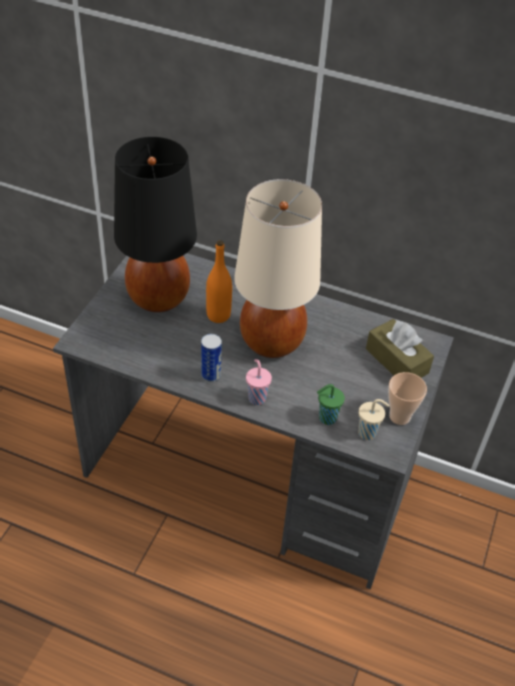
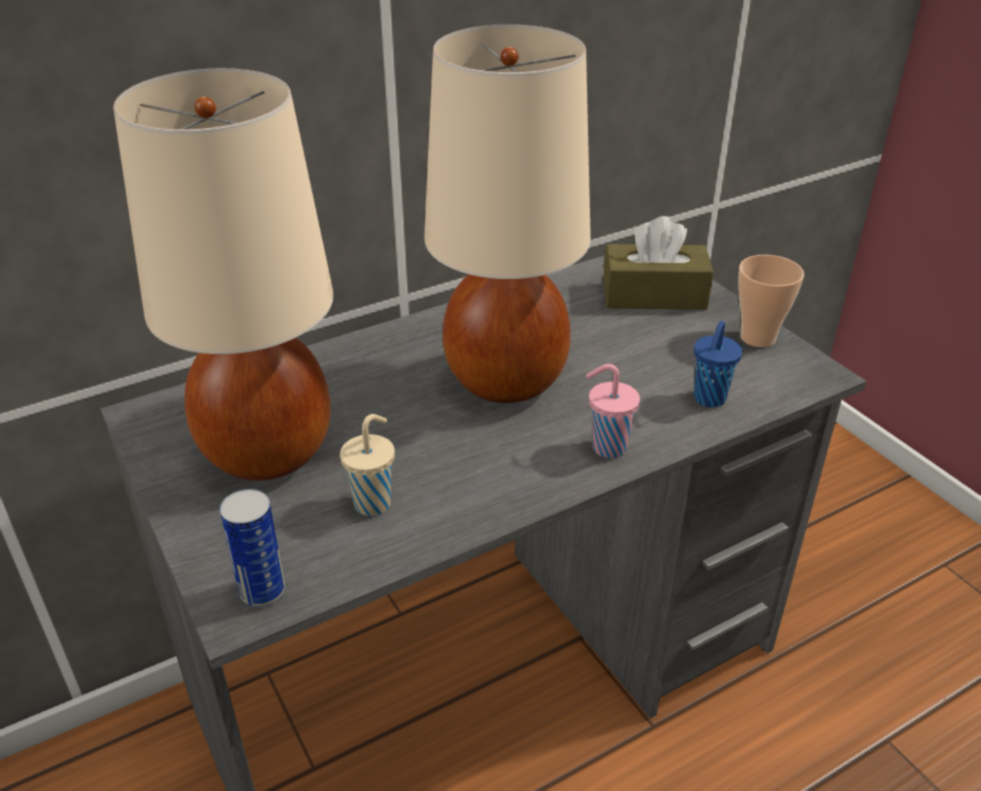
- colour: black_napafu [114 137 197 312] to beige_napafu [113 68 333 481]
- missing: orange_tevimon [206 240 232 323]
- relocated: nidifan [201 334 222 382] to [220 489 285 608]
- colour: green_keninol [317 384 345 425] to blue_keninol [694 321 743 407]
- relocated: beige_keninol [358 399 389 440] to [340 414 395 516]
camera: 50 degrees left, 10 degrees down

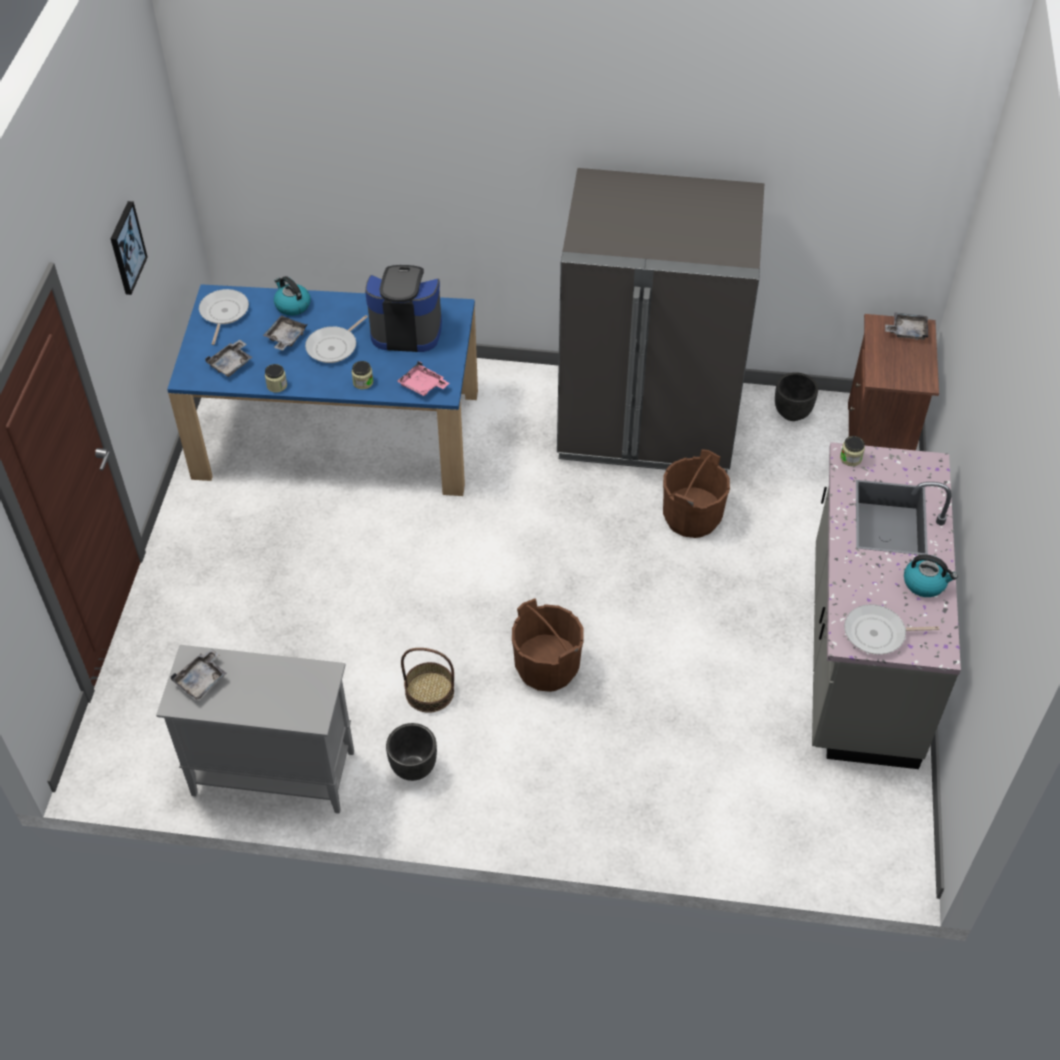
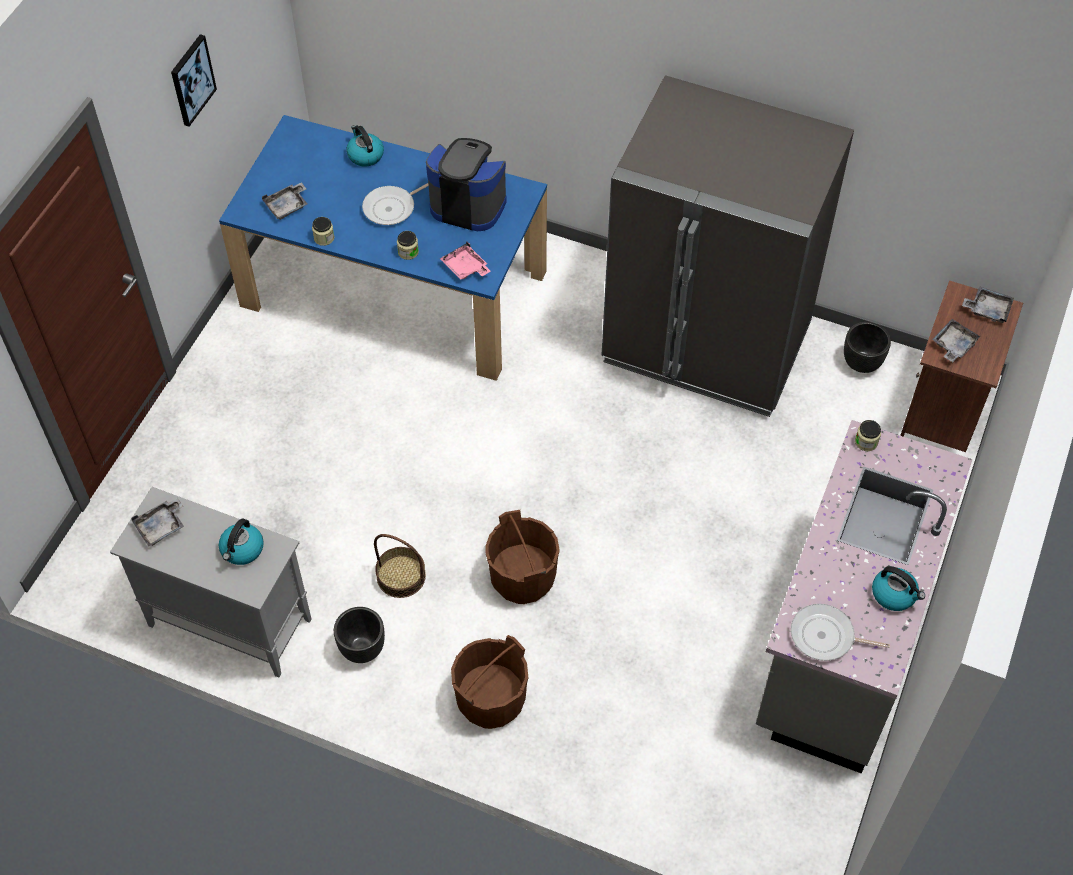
- missing: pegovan [199 289 249 345]
- relocated: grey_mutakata [263 316 307 351] to [932 319 980 362]
- relocated: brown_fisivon [663 449 730 538] to [451 635 528 729]
- appeared: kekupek [219 518 264 565]
camera: 15 degrees right, 5 degrees up

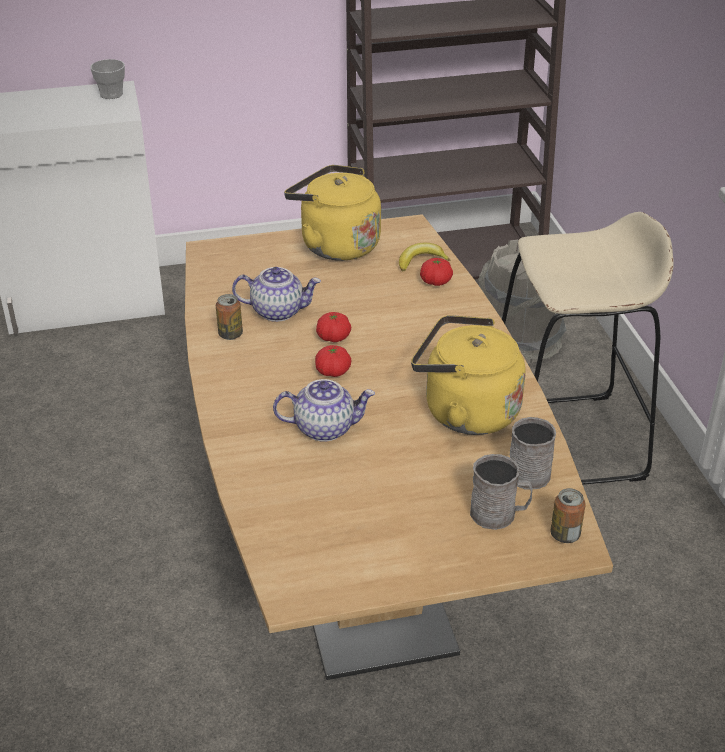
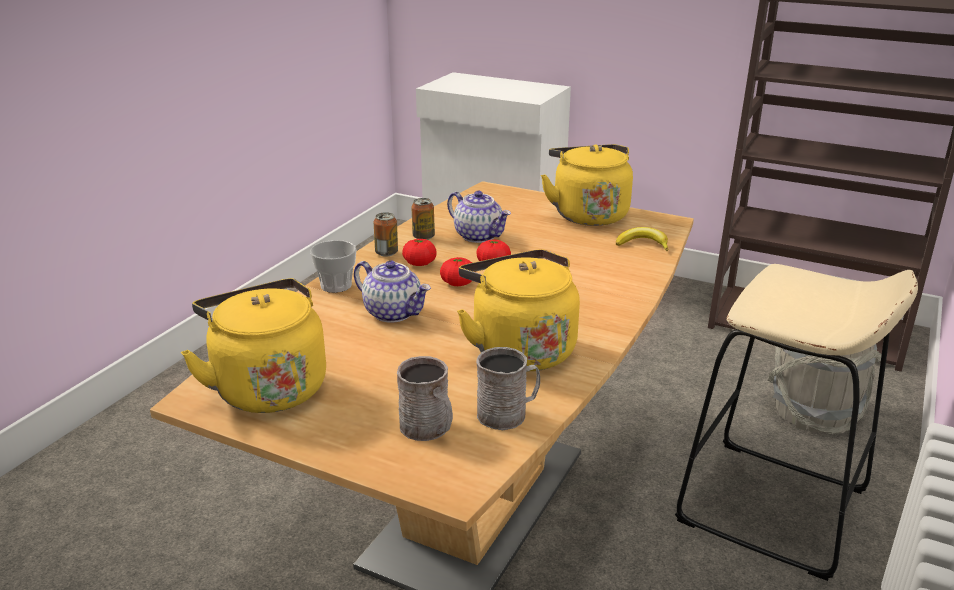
- relocated: keninol [90 59 125 99] to [310 240 356 293]
- relocated: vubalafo [420 258 453 286] to [402 239 437 266]
- relocated: nidifan [550 488 586 543] to [374 212 398 257]
- appeared: yellow_kekupek [181 278 326 413]
camera: 40 degrees right, 10 degrees down

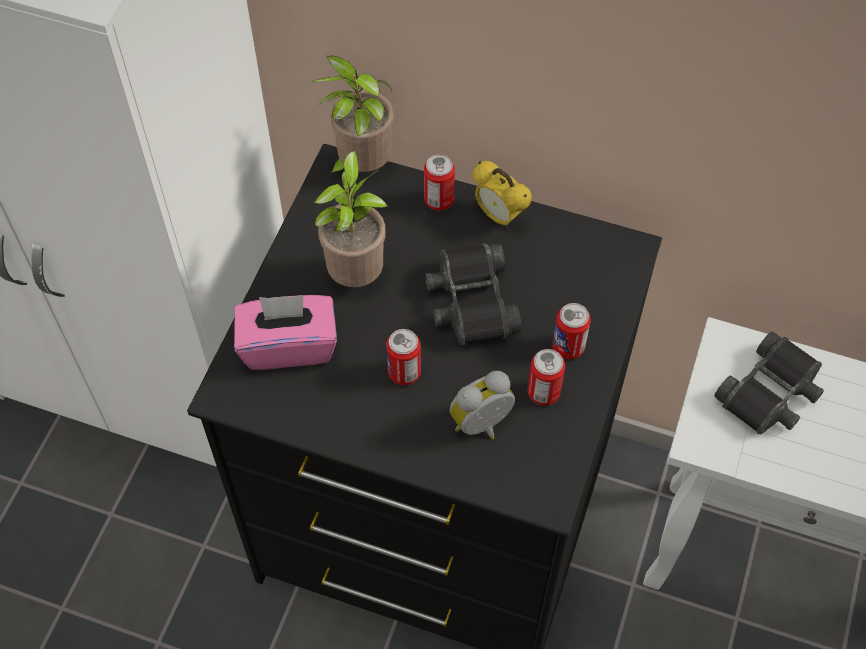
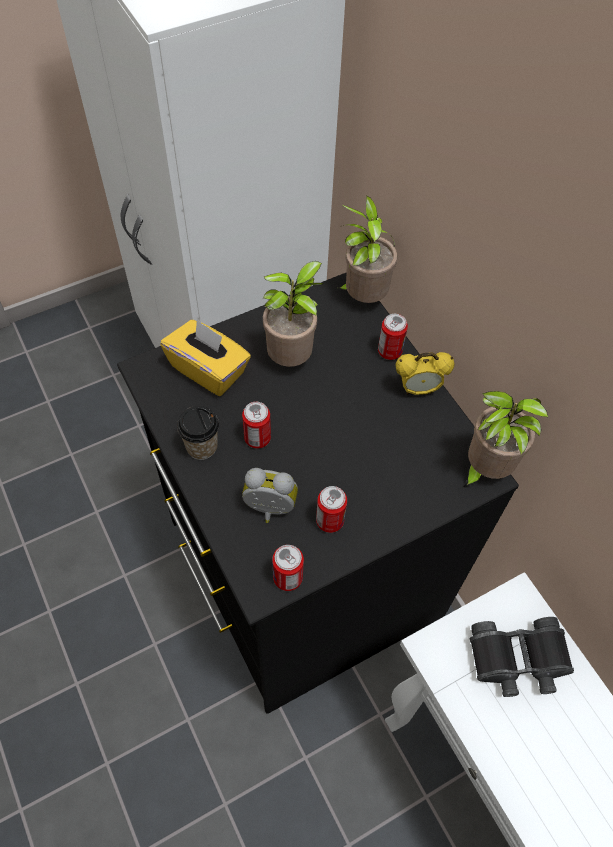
- spun: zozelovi [472 161 532 228] = [395 352 455 395] 90 degrees counterclockwise
- missing: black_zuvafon [425 243 521 345]
- colour: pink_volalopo [234 295 337 370] to yellow_volalopo [160 319 251 396]
- relocated: nidifan [553 303 591 359] to [272 545 304 591]
- appeared: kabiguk [463 391 548 487]
- appeared: keninol [177 406 219 460]
camera: 40 degrees right, 0 degrees up

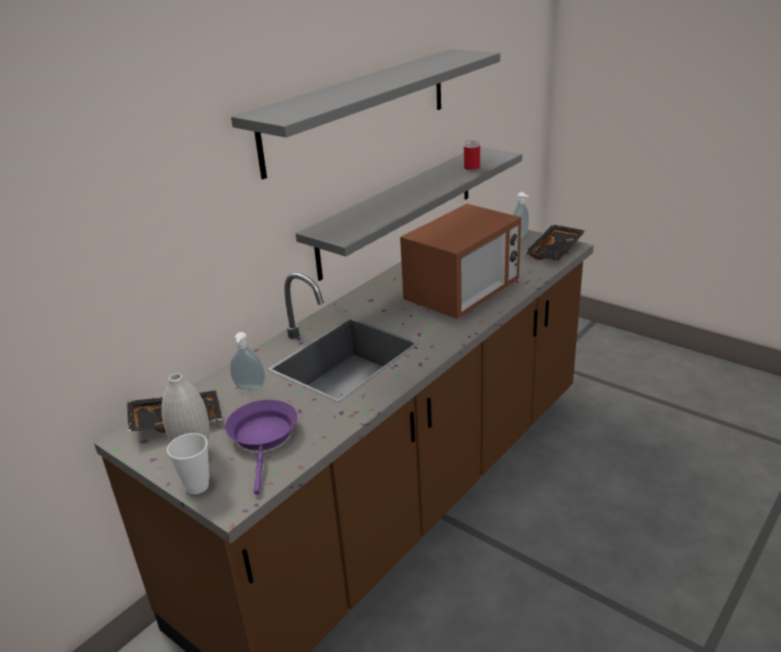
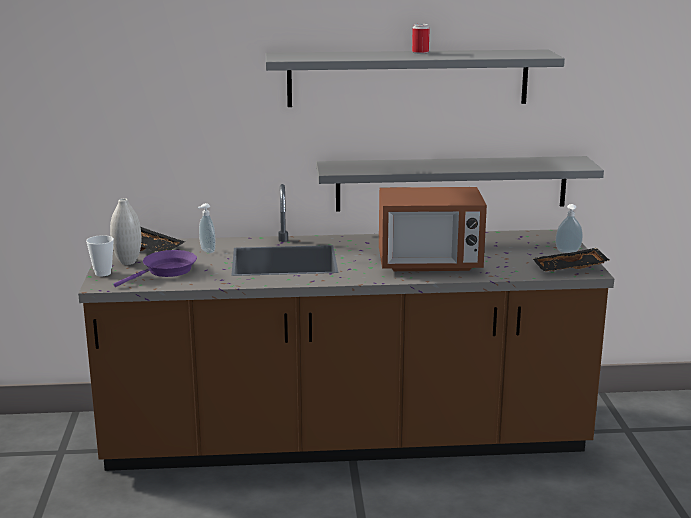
- relocated: nidifan [464 140 480 171] to [412 24 430 54]
camera: 45 degrees right, 10 degrees down

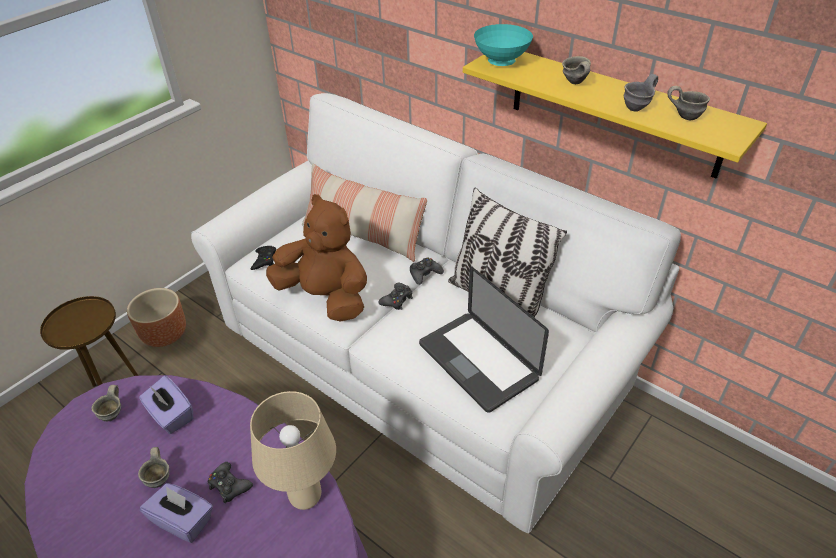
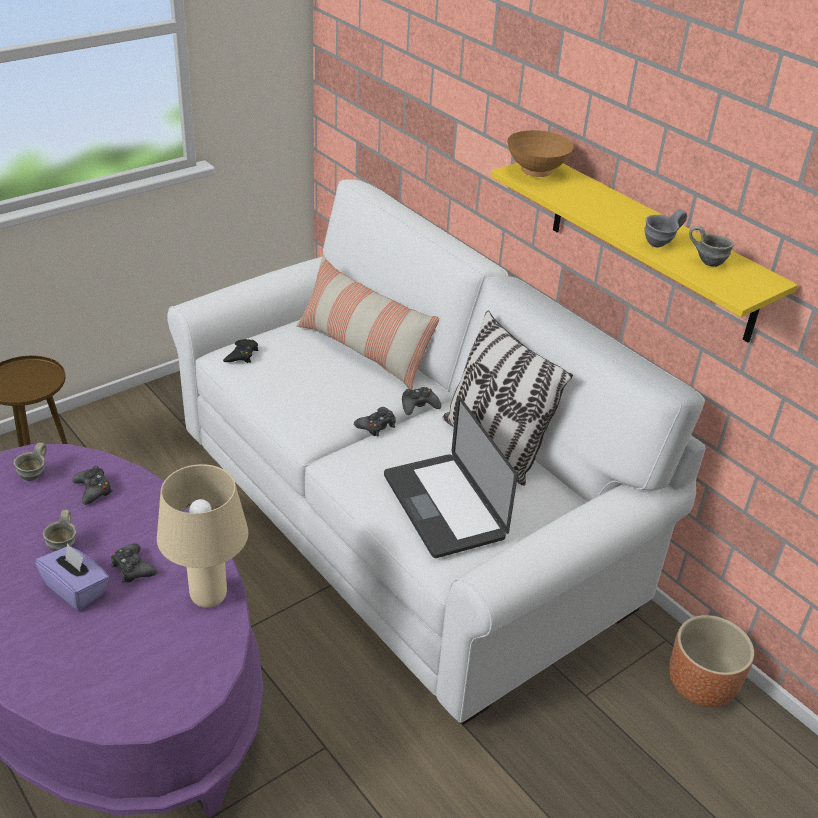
- colour: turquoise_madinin [474 24 533 66] to brown_madinin [507 130 574 177]
- missing: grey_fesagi [562 56 591 84]
- missing: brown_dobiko [266 194 367 322]
- relocated: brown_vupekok [127 288 186 347] to [669 615 754 707]
- exchanged: purple_volalopo [139 376 193 434] to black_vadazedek [72 466 113 505]
camera: 10 degrees right, 5 degrees down

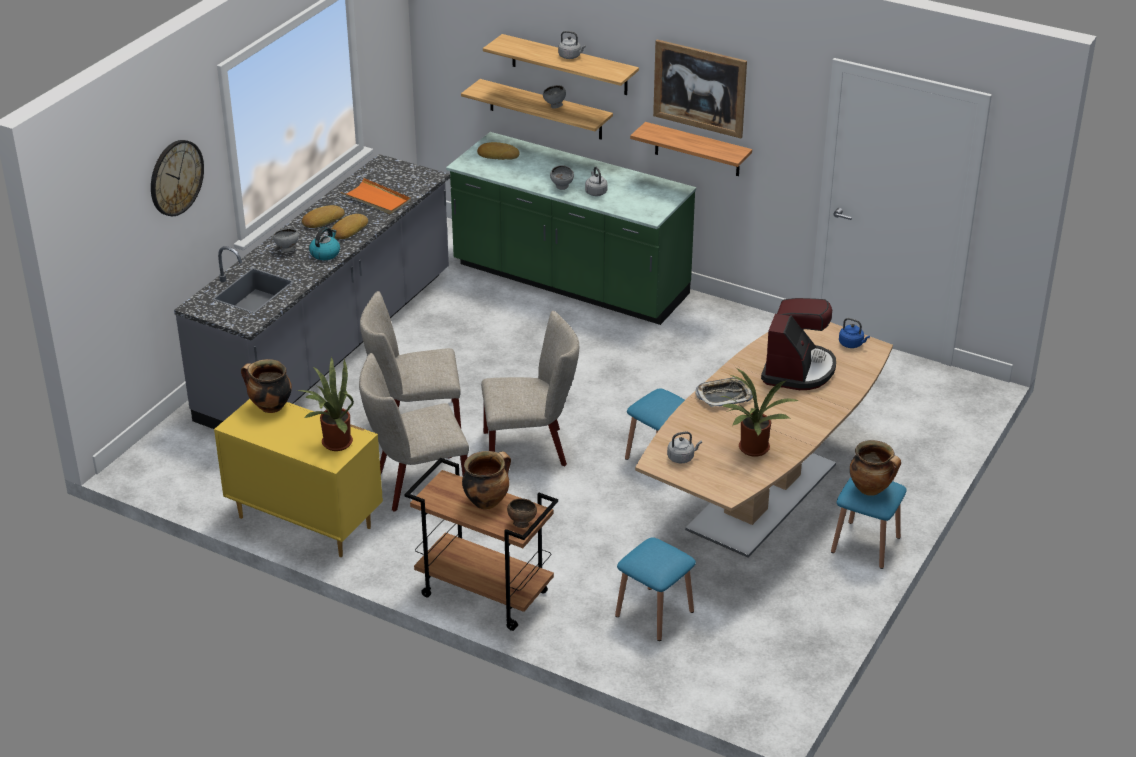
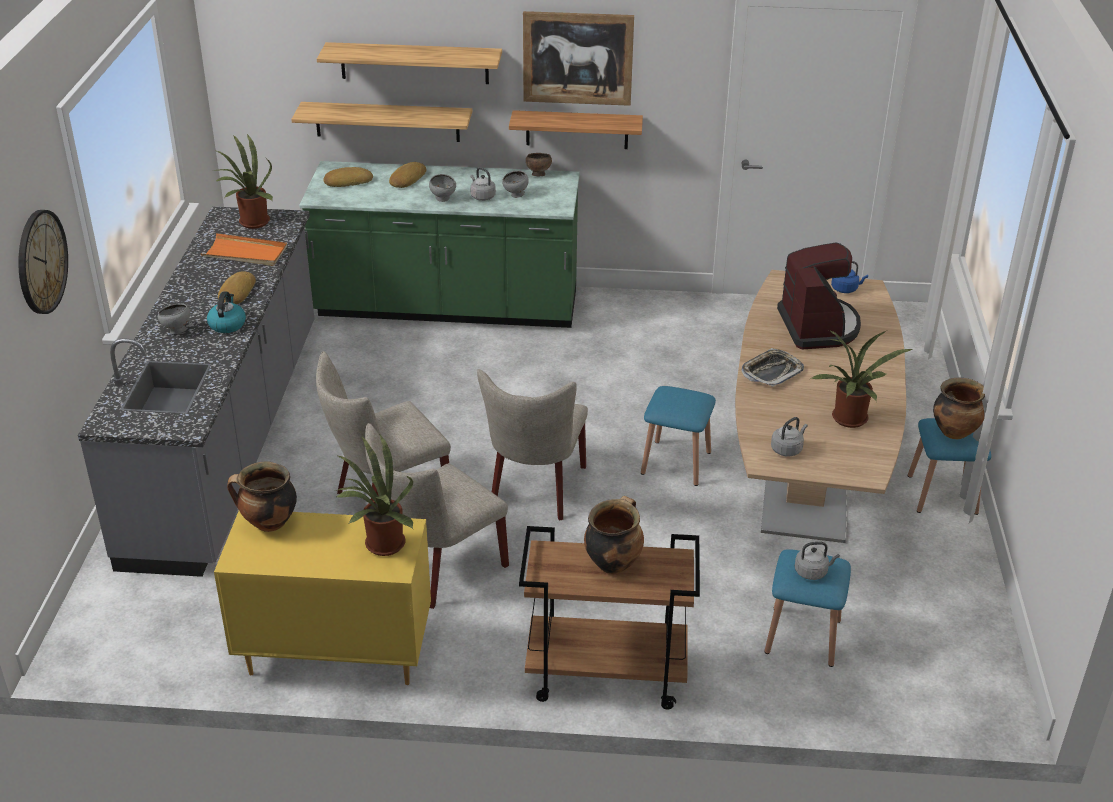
- relocated: grey_kekupek [558 31 586 59] to [795 542 840 580]
- relocated: grey_madinin [543 85 566 109] to [502 170 529 198]
- relocated: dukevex [302 205 345 228] to [389 162 426 188]
- spun: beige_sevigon [481 311 579 466] = [477 369 588 521] 135 degrees clockwise
- relocated: brown_madinin [507 498 537 528] to [526 153 552 176]
- appeared: kabiguk [213 133 273 229]
camera: 25 degrees left, 0 degrees up

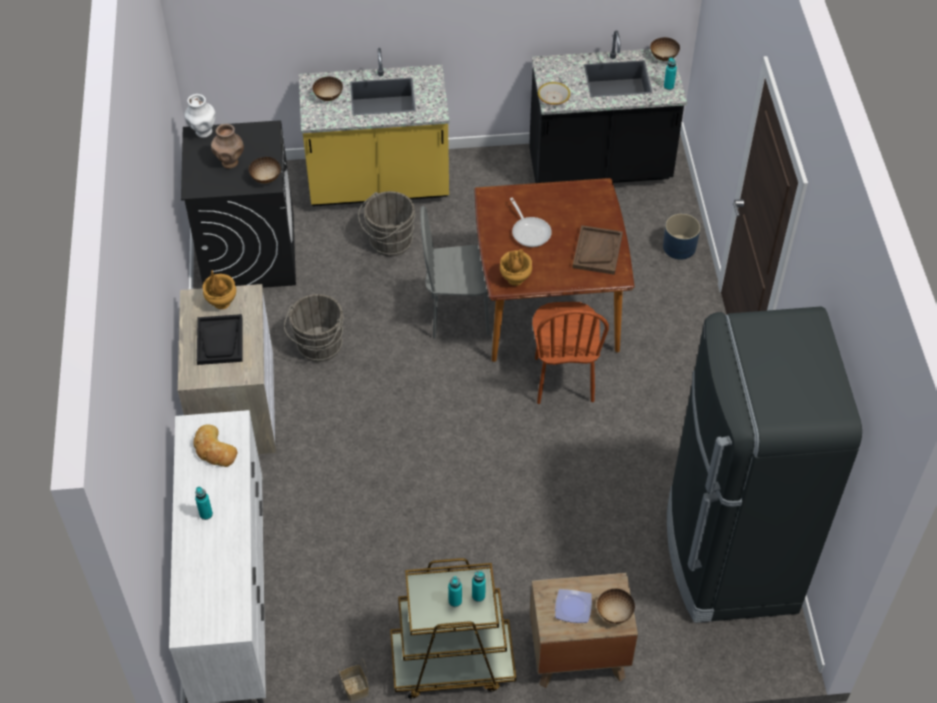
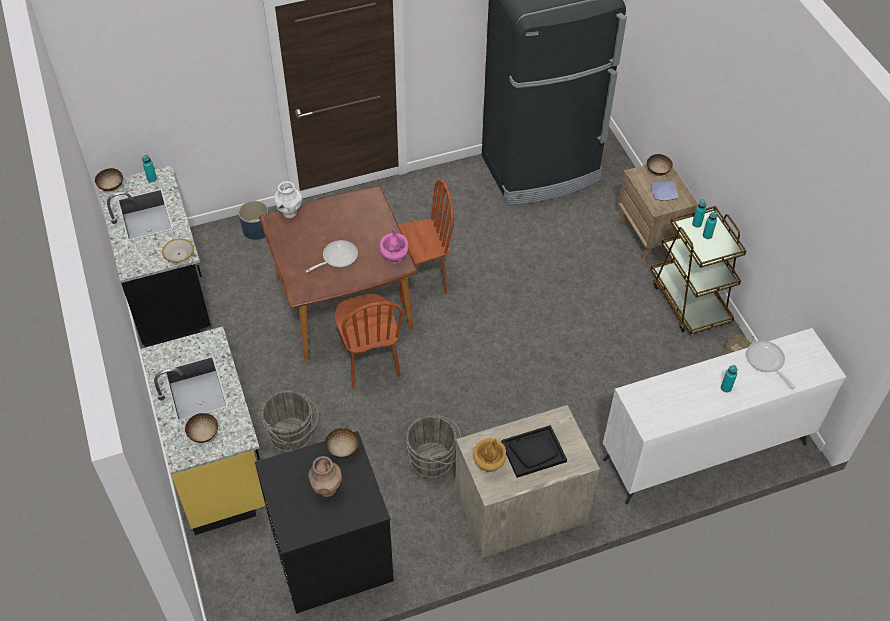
- relocated: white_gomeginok [185 94 216 138] to [275 181 302 218]
- colour: grey_sevigon [420 206 490 339] to brown_sevigon [334 294 403 388]
- missing: brown_mutakata [572 225 623 275]
- colour: brown_gomeginok [500 249 532 286] to pink_gomeginok [380 229 408 264]
- missing: dukevex [193 424 237 467]
- appeared: pegovan [746 341 796 389]
camera: 105 degrees left, 0 degrees up

